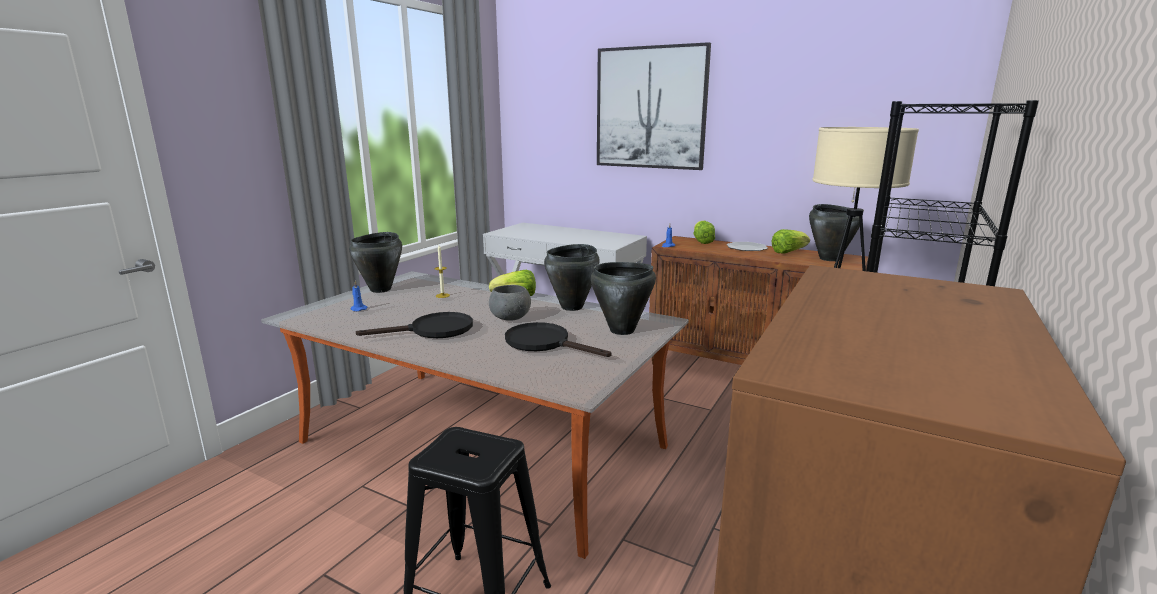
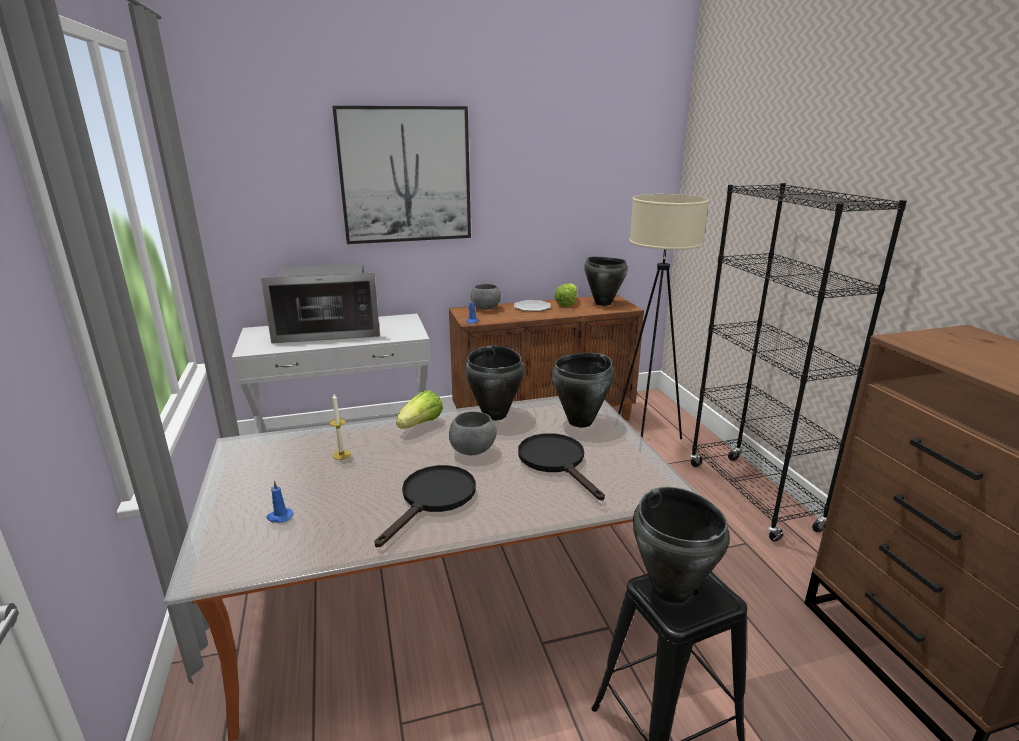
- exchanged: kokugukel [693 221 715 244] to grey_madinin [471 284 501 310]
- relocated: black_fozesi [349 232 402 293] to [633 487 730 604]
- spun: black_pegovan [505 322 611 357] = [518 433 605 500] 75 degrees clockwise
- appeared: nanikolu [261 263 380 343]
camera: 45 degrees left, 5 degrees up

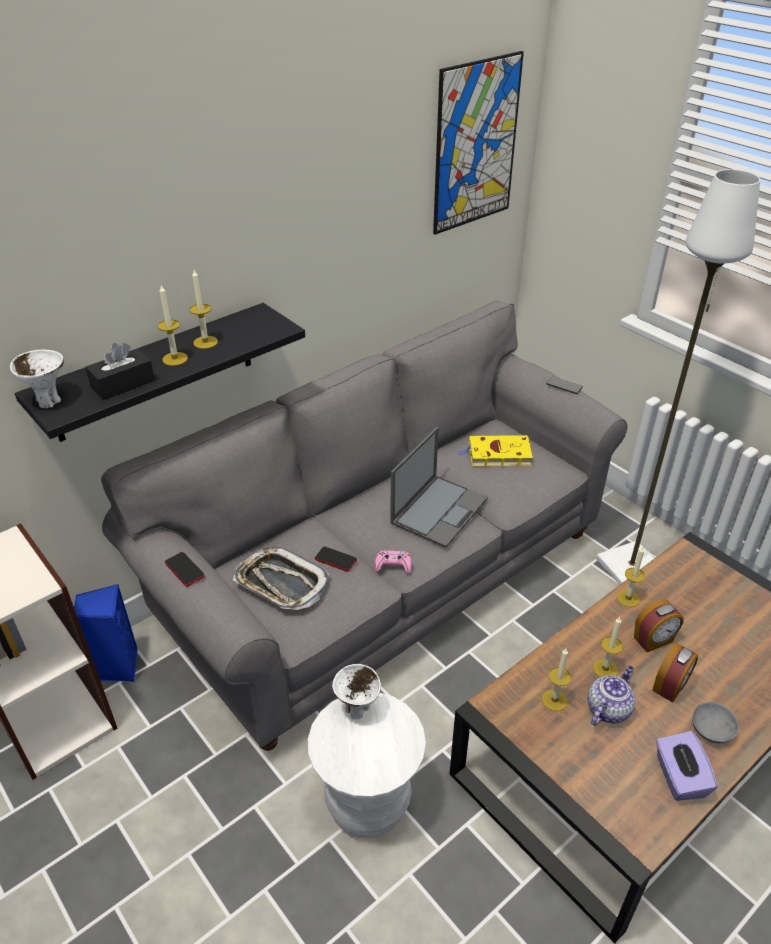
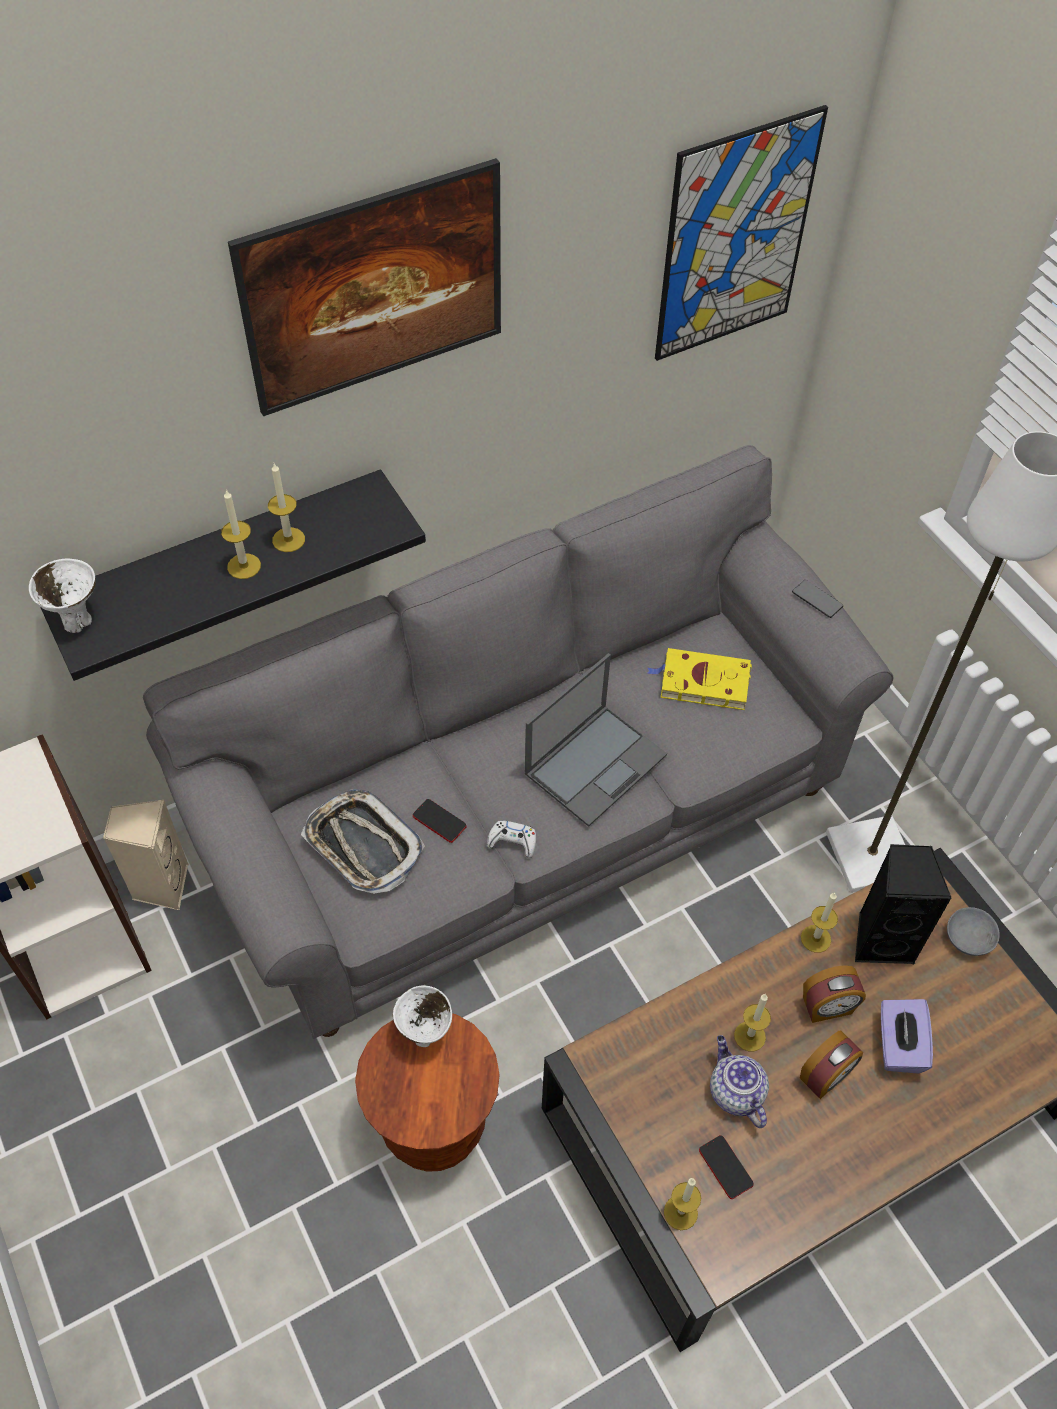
- missing: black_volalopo [85 343 155 400]
- colour: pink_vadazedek [375 550 411 574] to white_vadazedek [487 820 536 858]
- relocated: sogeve [165 552 205 587] to [699 1135 754 1199]
- colour: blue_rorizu [74 584 138 682] to beige_rorizu [103 800 189 910]
- relocated: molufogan [542 649 571 711] to [664 1178 701 1230]
- spun: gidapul [587 666 635 726] = [710 1035 769 1128] 75 degrees counterclockwise
- colour: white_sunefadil [308 693 426 838] to brown_sunefadil [355 1013 500 1172]
- relocated: grey_madinin [692 702 739 743] to [947 907 1000 956]
- relocated: purple_volalopo [656 731 717 801] to [881 999 933 1074]
- appeared: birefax [228 158 501 416]
- appeared: black_rorizu [855 844 952 964]
camera: 10 degrees right, 15 degrees up

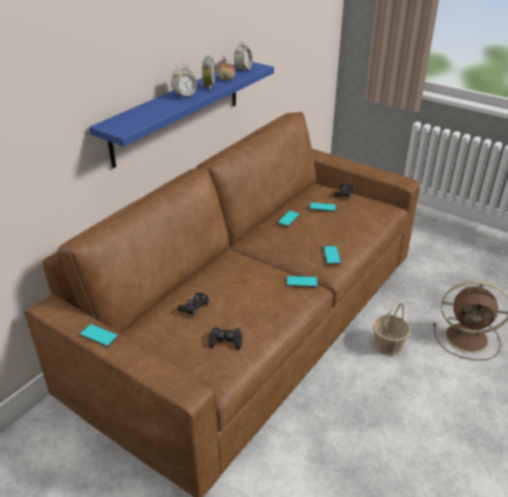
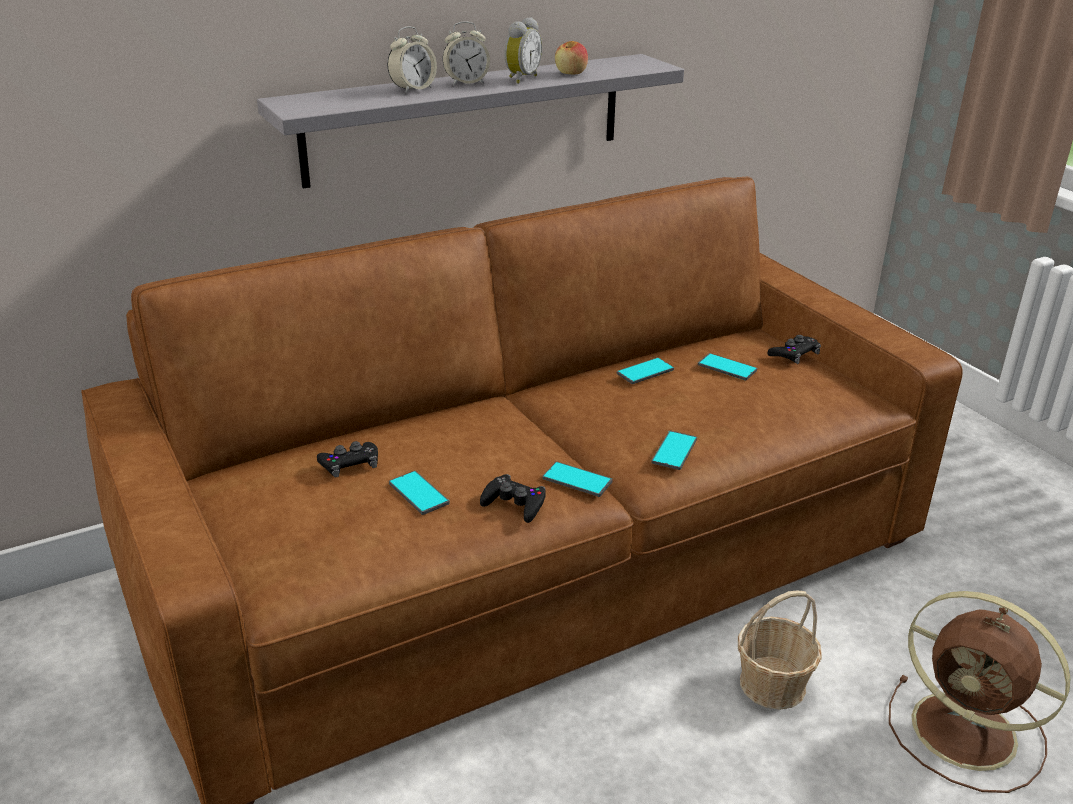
- relocated: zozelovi [234 41 252 72] to [387 26 437 93]
- colour: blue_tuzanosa [89 62 274 168] to grey_tuzanosa [257 54 684 189]
- relocated: sogeve [80 324 119 347] to [389 471 450 515]
- relocated: black_vadazedek [209 327 242 350] to [480 474 546 523]
camera: 25 degrees right, 5 degrees down

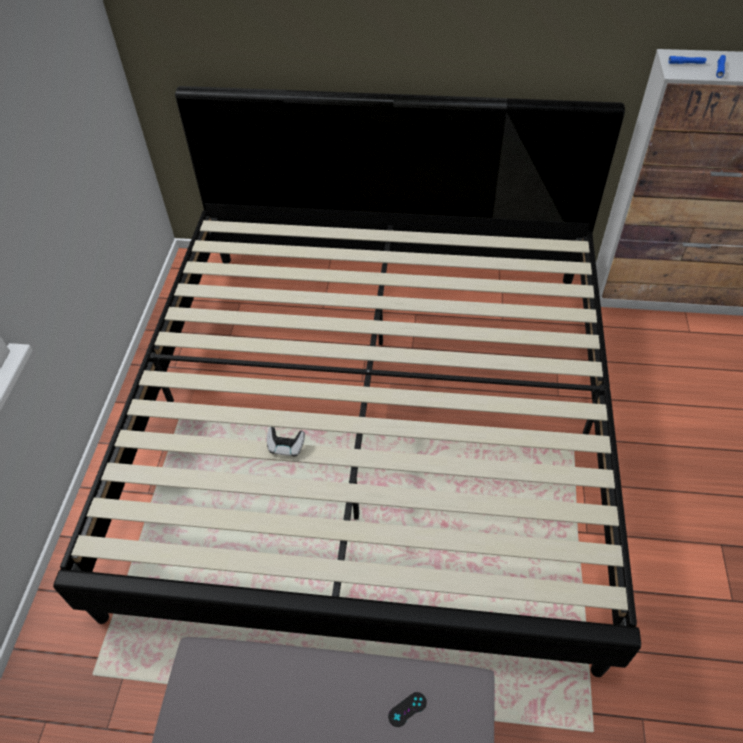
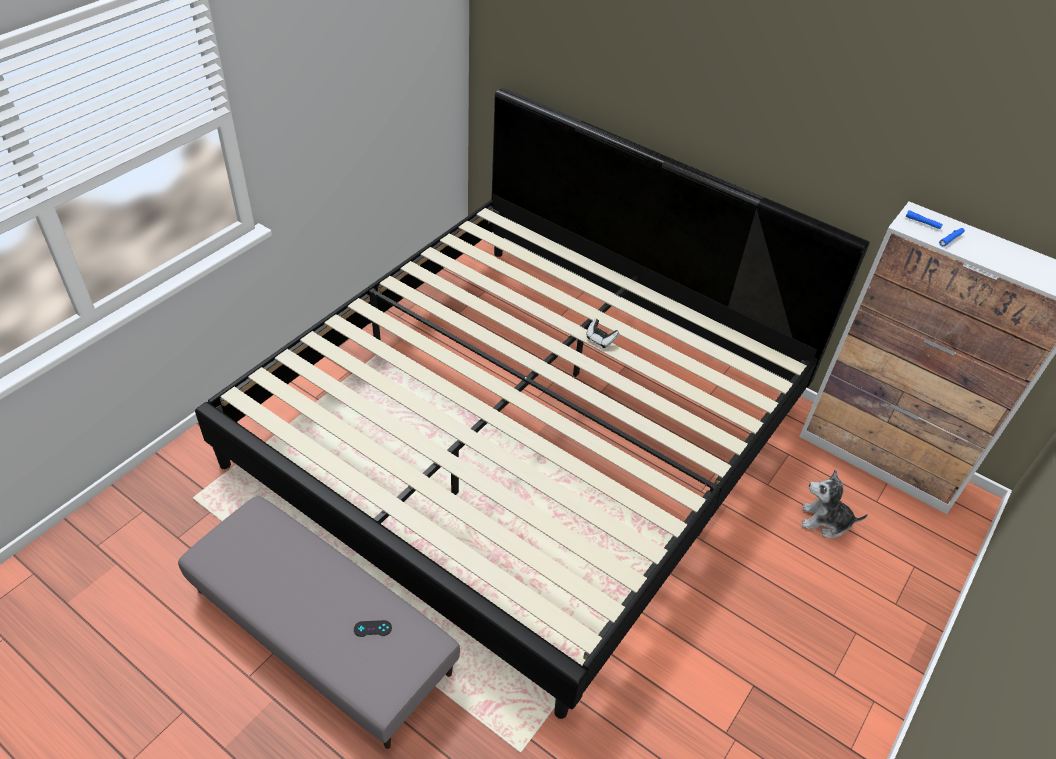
- relocated: vadazedek [267 427 305 456] to [586 319 619 348]
- appeared: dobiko [802 470 868 538]
camera: 25 degrees right, 5 degrees down

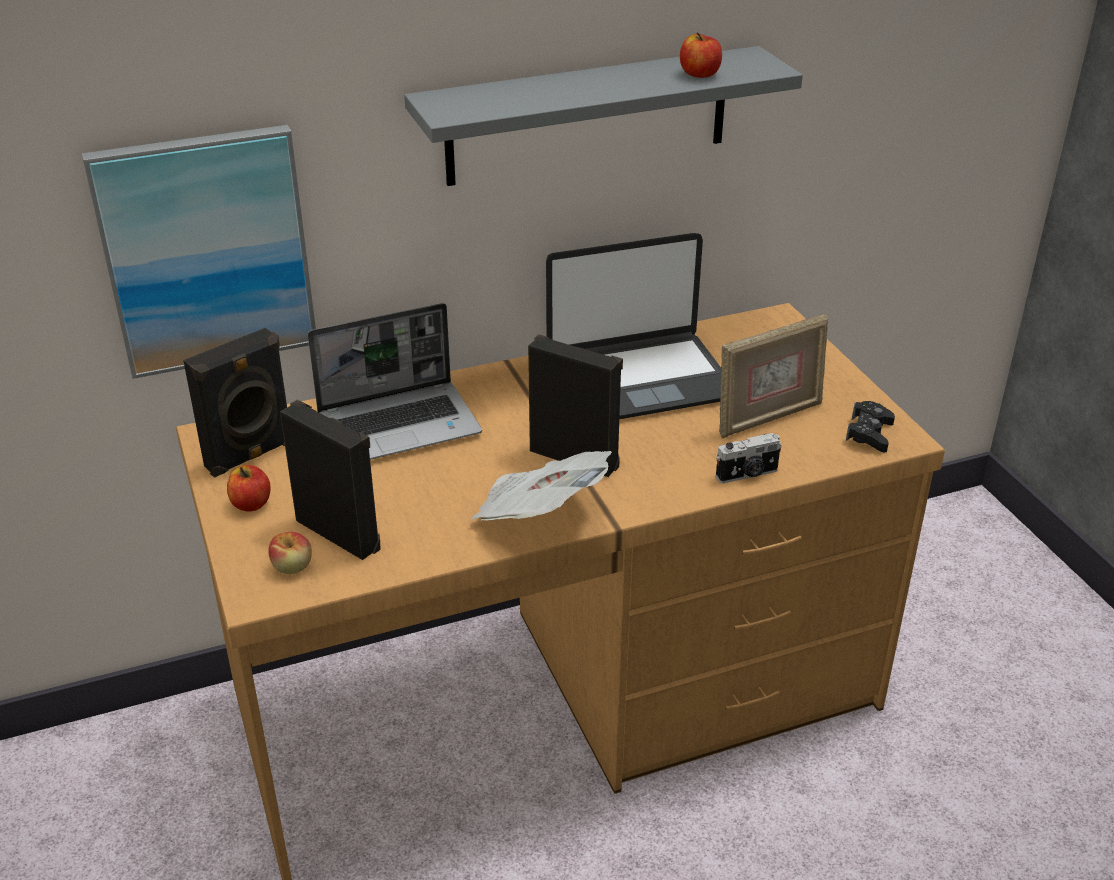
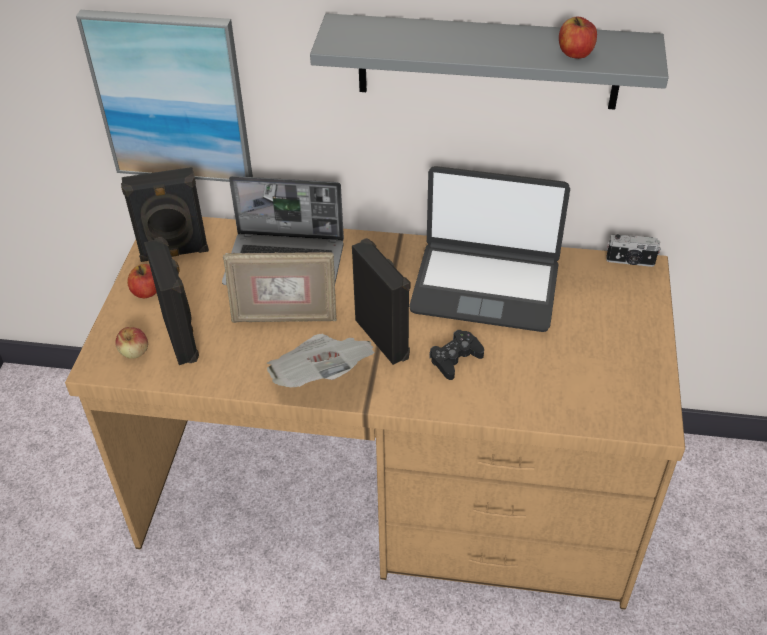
- relocated: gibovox [719 314 828 438] to [223 252 337 323]
- relocated: black_vadazedek [846 401 895 452] to [429 330 484 380]
- relocated: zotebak [716 433 782 483] to [606 234 661 267]
camera: 30 degrees right, 10 degrees up

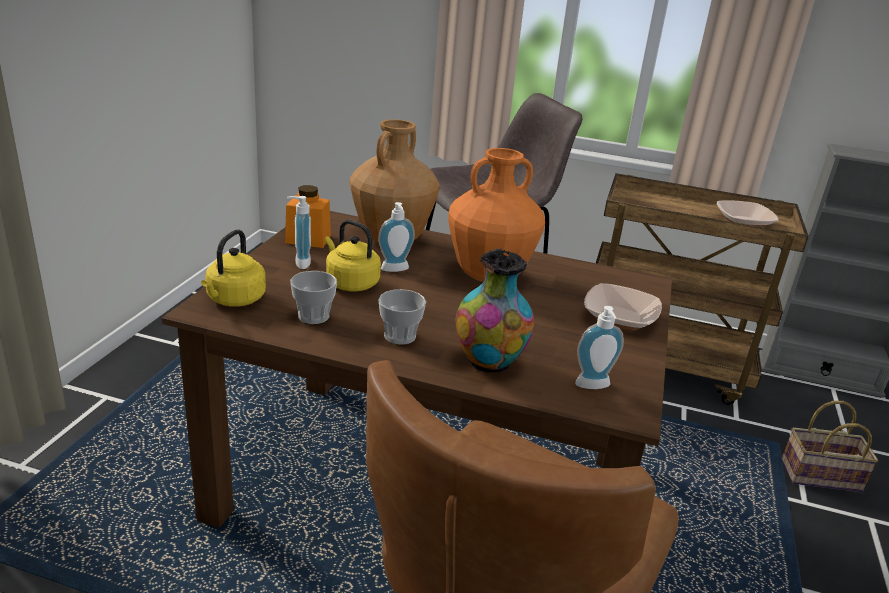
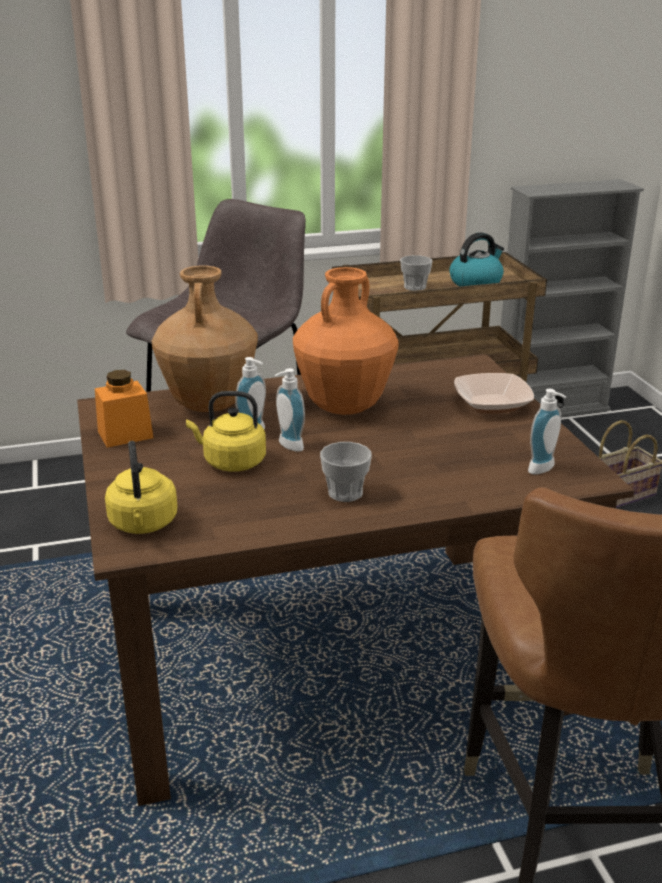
- relocated: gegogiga [287 196 311 269] to [275 368 305 452]
- exchanged: madinin [717 200 778 227] to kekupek [449 232 504 287]
- missing: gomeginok [455 248 534 373]
- relocated: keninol [290 271 337 324] to [400 255 432 291]
camera: 30 degrees left, 0 degrees up

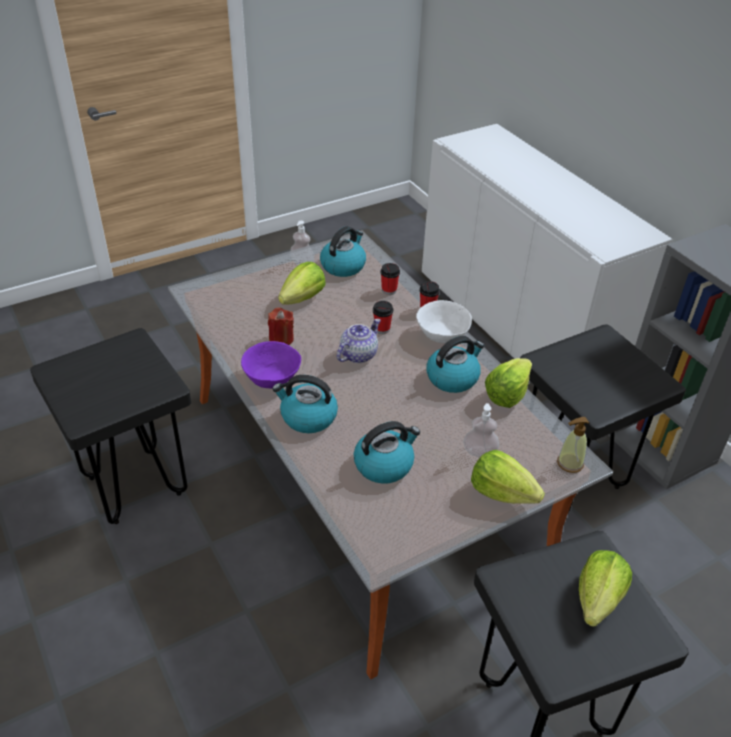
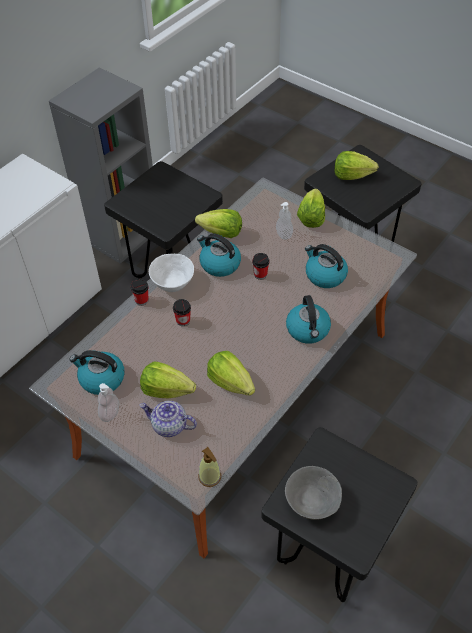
- relocated: keninol [380 263 400 295] to [252 253 270 280]
- exchanged: red_molufogan [268 308 294 345] to kokugukel [207 351 255 396]
- relocated: gidapul [337 319 381 363] to [139 401 197 437]
- missing: purple_madinin [241 341 301 388]
- relocated: gegogiga [557 417 589 473] to [198 447 221 487]
- appeared: grey_madinin [285 466 342 520]
camera: 110 degrees left, 10 degrees up

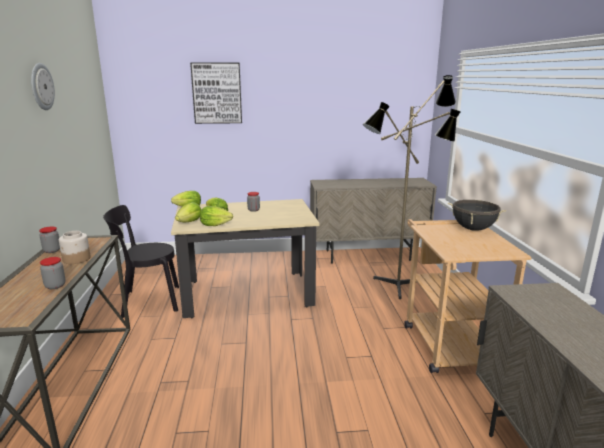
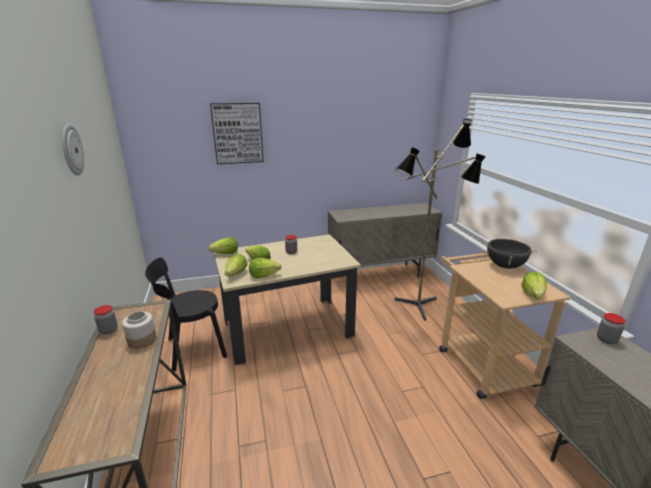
- relocated: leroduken [40 257 66 289] to [597 313 626 344]
- appeared: kokugukel [521 272 547 299]
camera: 10 degrees left, 5 degrees up

